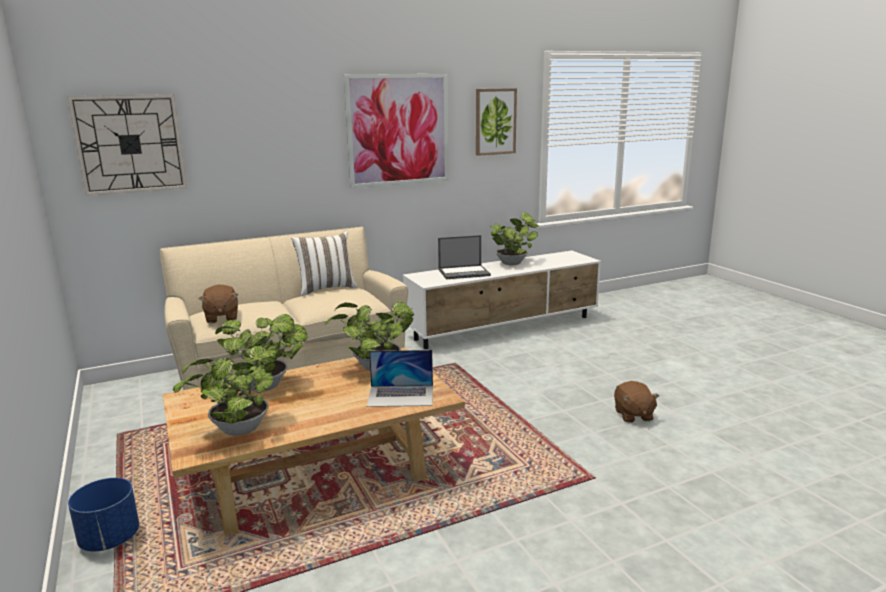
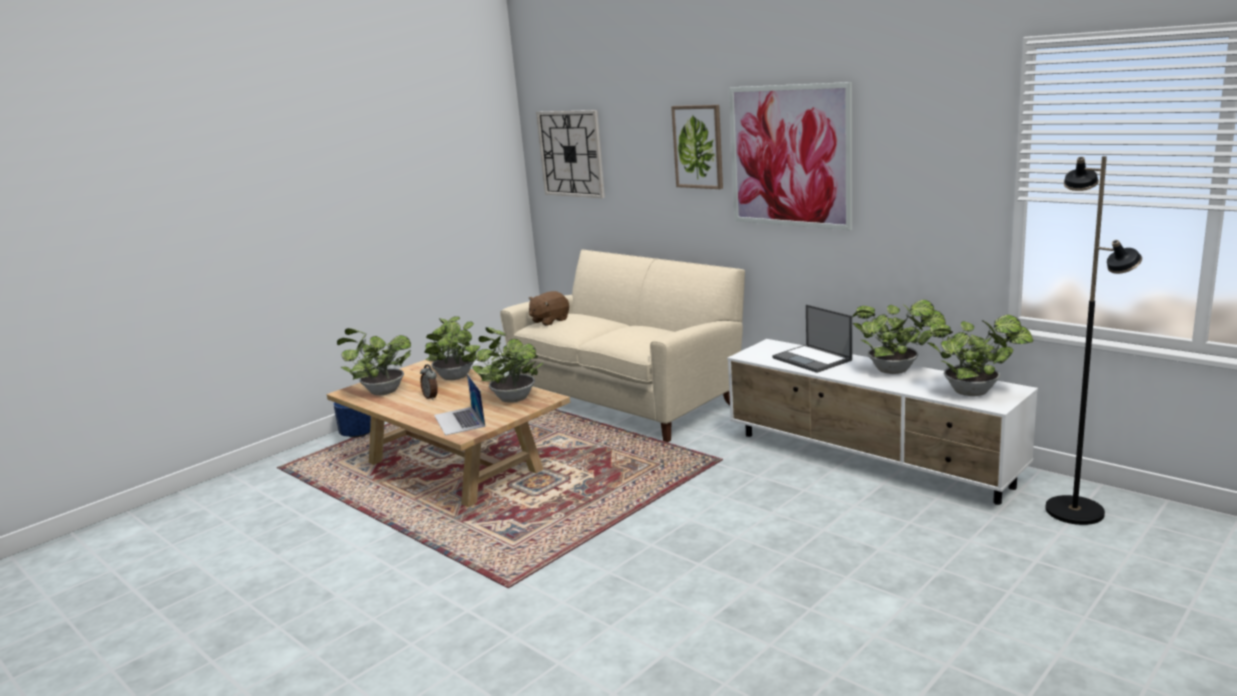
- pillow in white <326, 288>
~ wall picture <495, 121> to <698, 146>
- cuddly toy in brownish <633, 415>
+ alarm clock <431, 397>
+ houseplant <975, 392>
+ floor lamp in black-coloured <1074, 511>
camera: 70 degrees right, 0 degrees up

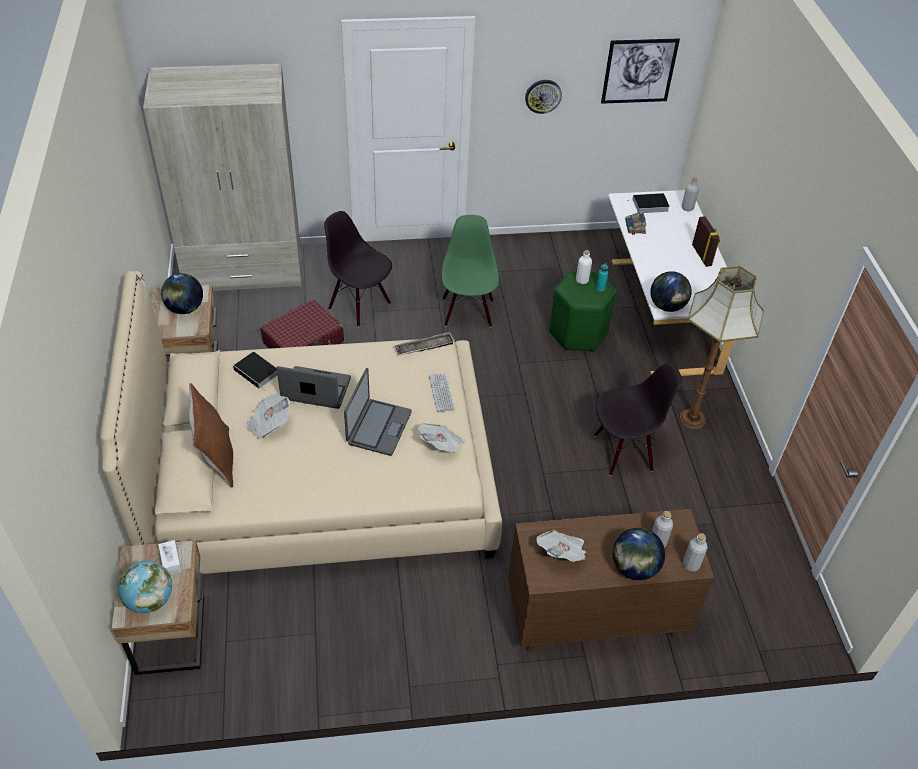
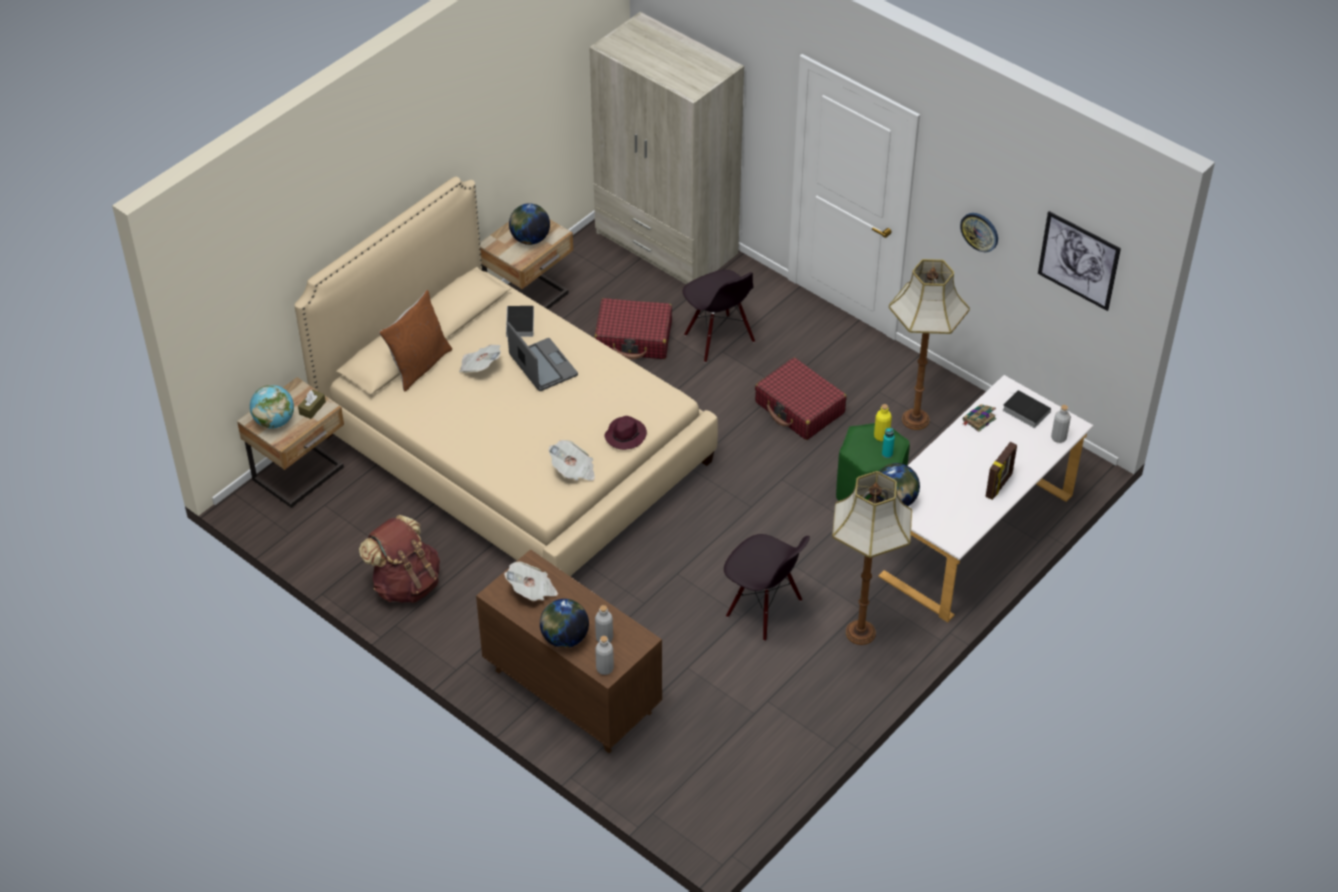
~ tissue holder in white <171, 561> to tissue holder in brownish <312, 408>
~ upright chair in black-coloured <360, 305> = <718, 339> 150 degrees clockwise
- portable computer <378, 427>
- tray <424, 347>
~ computer keyboard <441, 393> to clothing hat in purple <625, 435>
~ upright chair in greenish <468, 312> to suitcase in reddish <799, 408>
~ bottle in white <582, 280> to bottle in yellow-coloured <881, 436>
+ backpack in brownish <405, 584>
+ floor lamp <916, 419>
camera: 50 degrees right, 0 degrees up

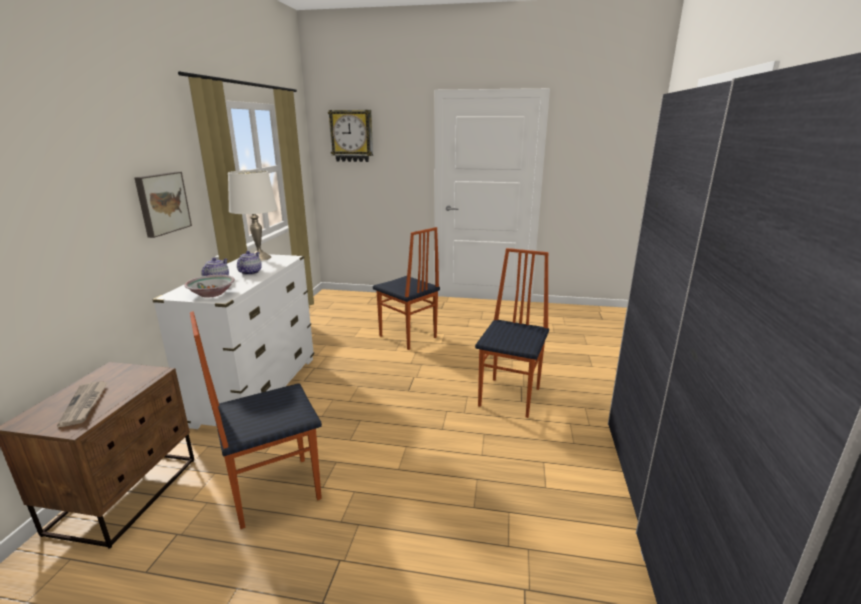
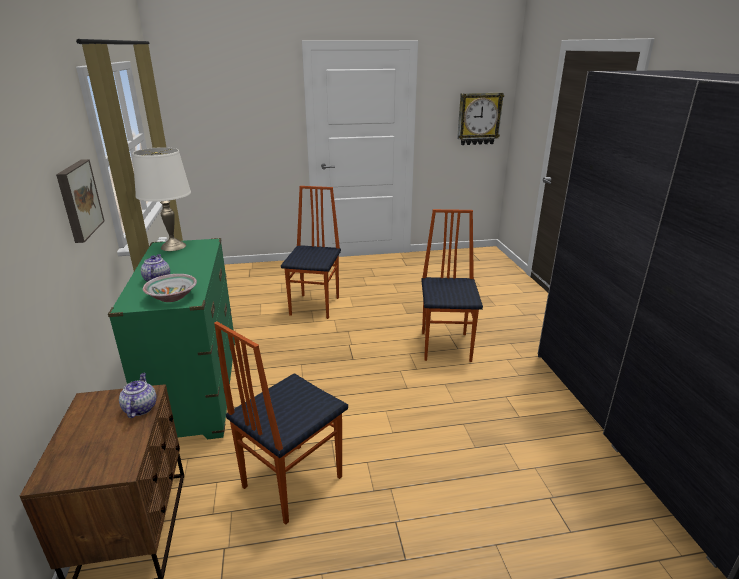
- newspaper <85, 404>
~ drawer chest in white <257, 390> to drawer chest in greenish <196, 390>
~ pot for tea <250, 272> to <140, 408>
~ hanging clock <351, 136> to <478, 119>
~ upright chair <407, 337> = <316, 306> 105 degrees counterclockwise
camera: 20 degrees left, 5 degrees up

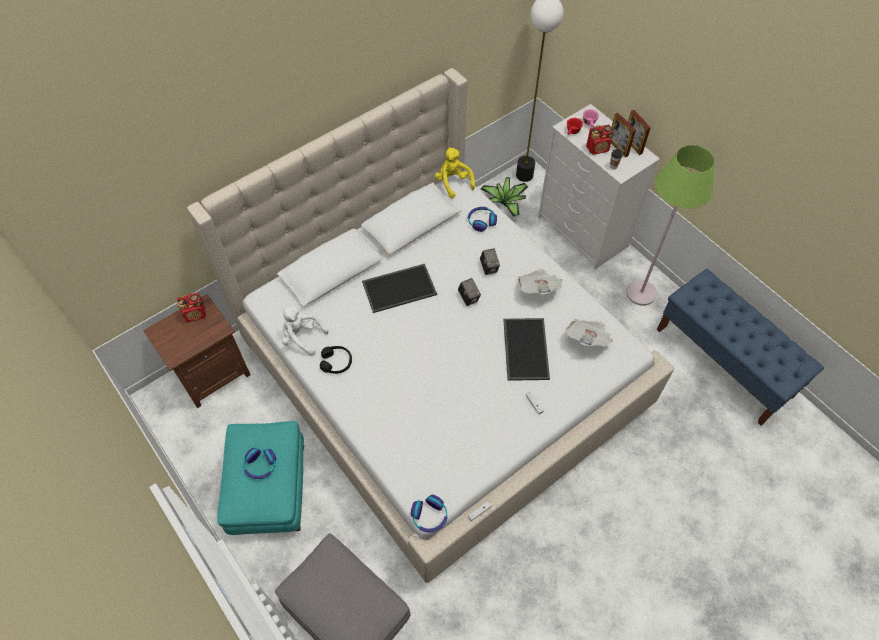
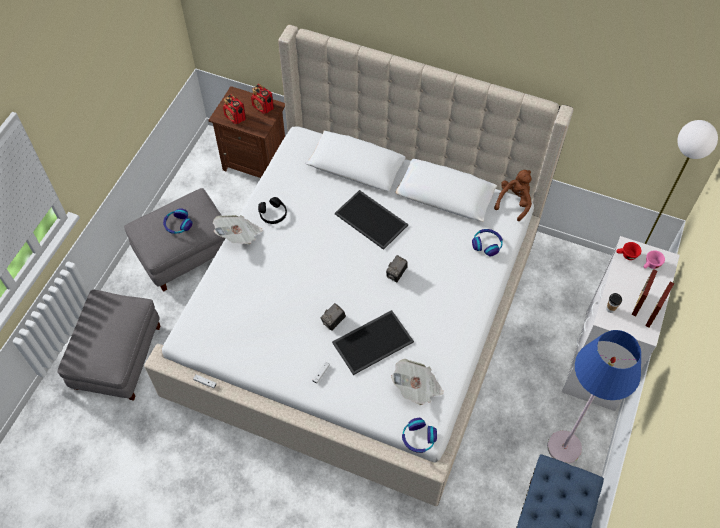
~ footrest in turquoise-coloured <268, 488> to footrest in gray <185, 252>
- cuddly toy in white <302, 337>
~ headphones <429, 516> to <418, 438>
~ cuddly toy in yellow-coloured <453, 182> to cuddly toy in brownish <514, 202>
- houseplant <505, 202>
~ photo camera <489, 268> to <333, 322>
~ newspaper <538, 288> to <239, 236>
~ radio <598, 149> to <235, 117>
~ floor lamp in greenish <641, 293> to floor lamp in bluish <564, 447>
camera: 60 degrees right, 0 degrees up

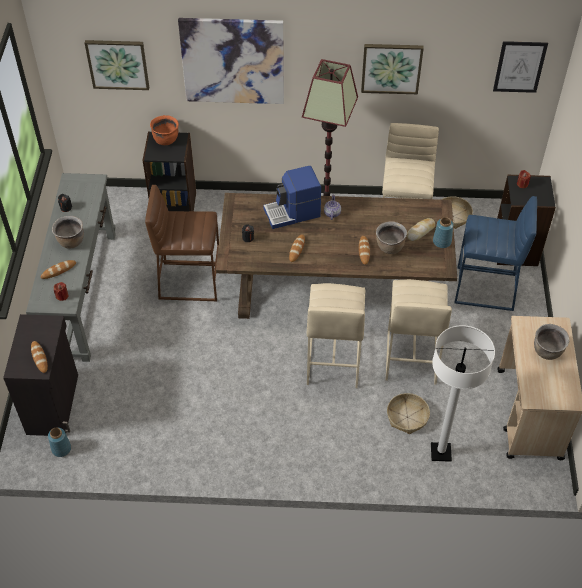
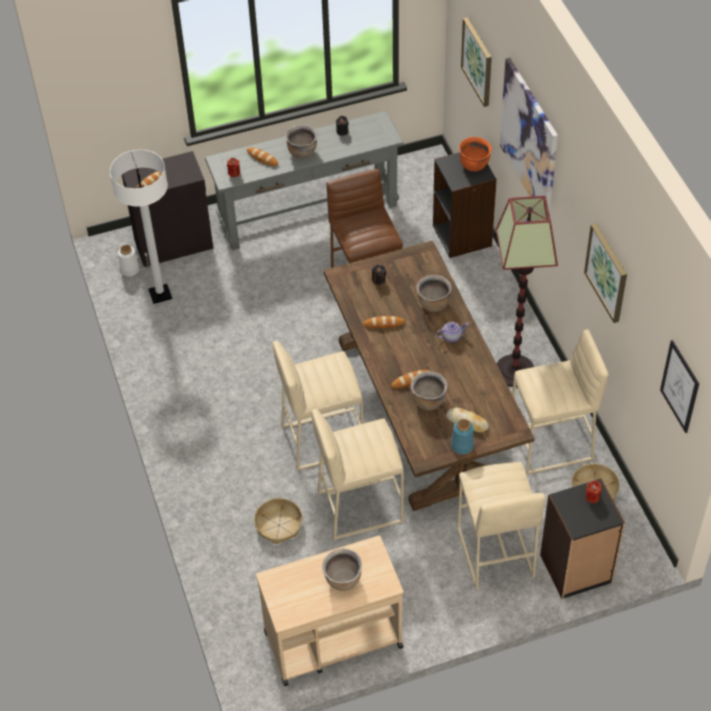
~ vase in bluish <61, 449> to vase in white <129, 270>
~ coffee machine <292, 213> to saucepot in brownish <433, 304>
~ floor lamp in white <440, 452> to <160, 294>
~ sitting stool in bluish <485, 289> to sitting stool in sand-coloured <494, 552>
camera: 70 degrees right, 0 degrees up

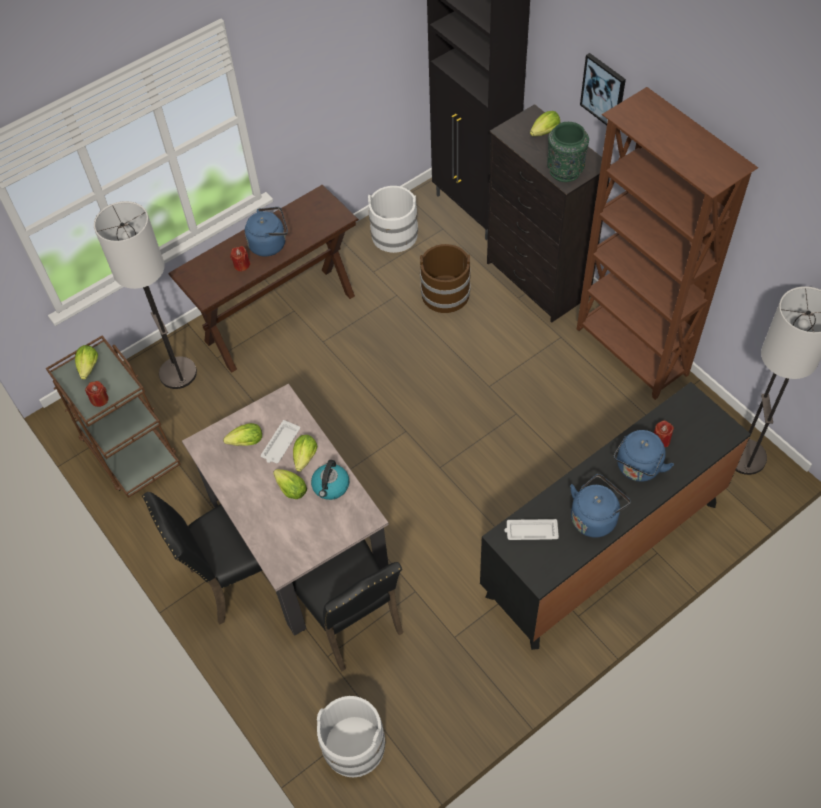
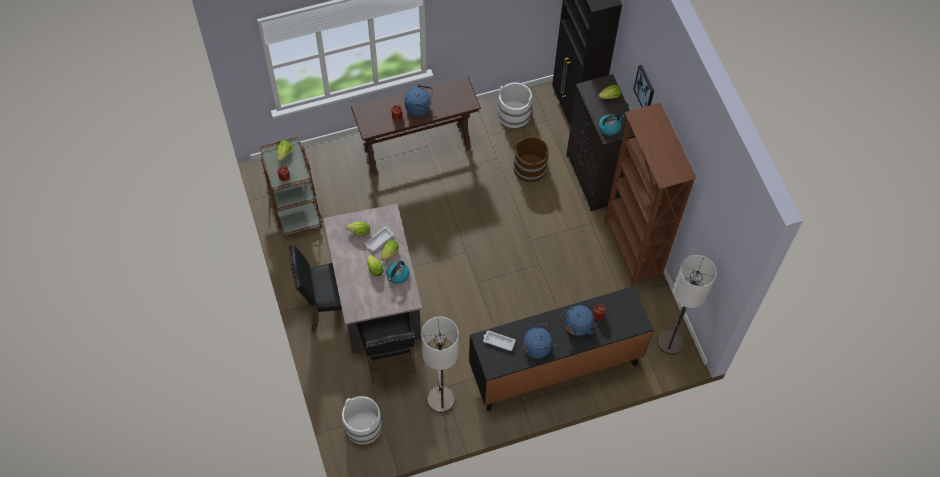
~ floor lamp <178, 373> to <441, 399>
~ vase in greenish <565, 170> to tea kettle <609, 127>
camera: 15 degrees right, 5 degrees up

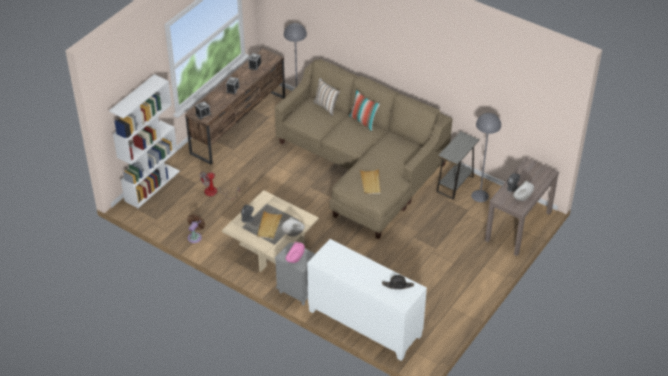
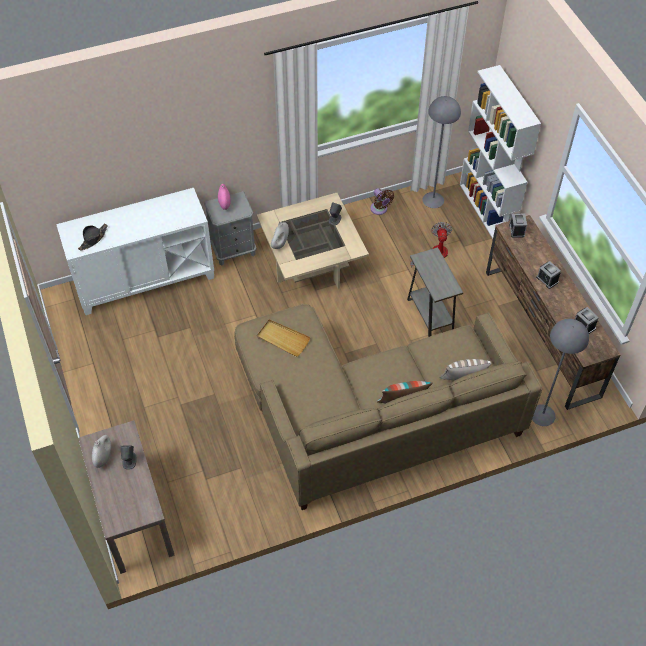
- tray in sand-coloured <269, 226>
~ end table in gray <455, 184> to <430, 316>
~ floor lamp in gray <480, 196> to <433, 200>
camera: 125 degrees right, 10 degrees up

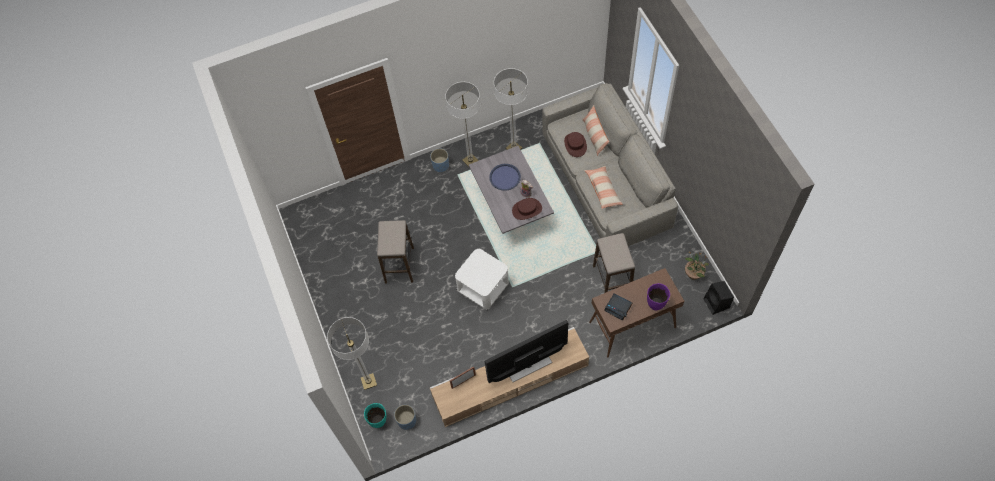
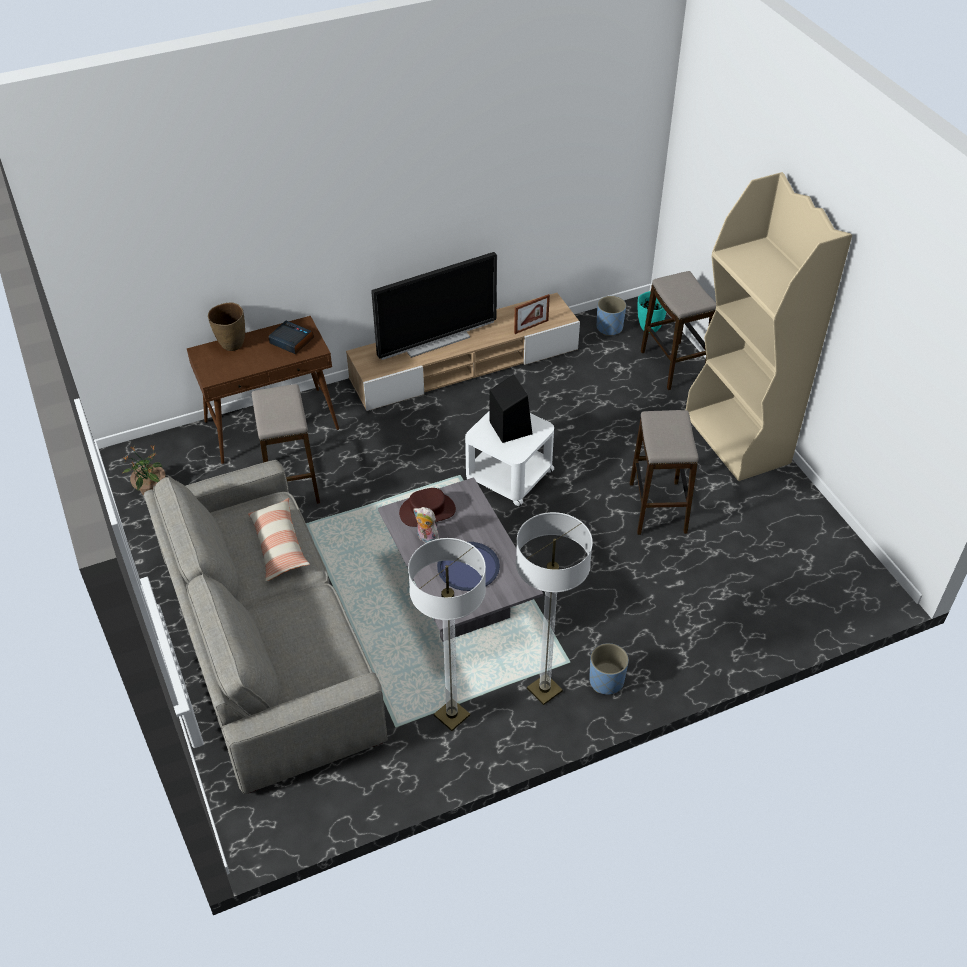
~ floor lamp <368, 381> to sitting stool <673, 366>
- clothing hat in brownish <575, 145>
- pillow <594, 136>
~ vase in purple <655, 304> to vase in brownish <232, 345>
~ audio speaker in black-coloured <717, 303> to <509, 427>
+ bookcase in sand-coloured <737, 439>
camera: 175 degrees right, 15 degrees down

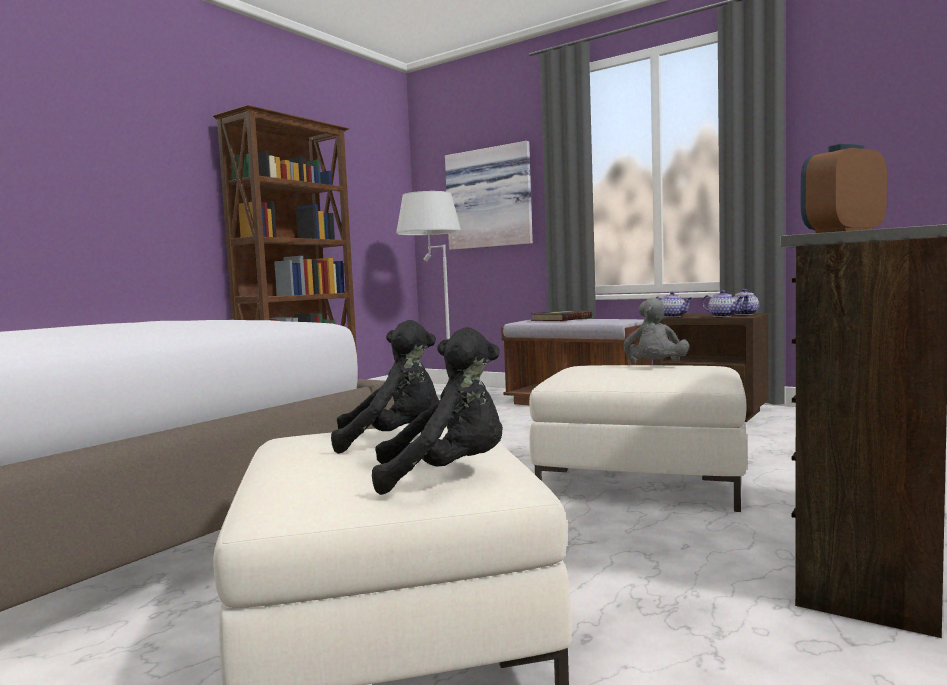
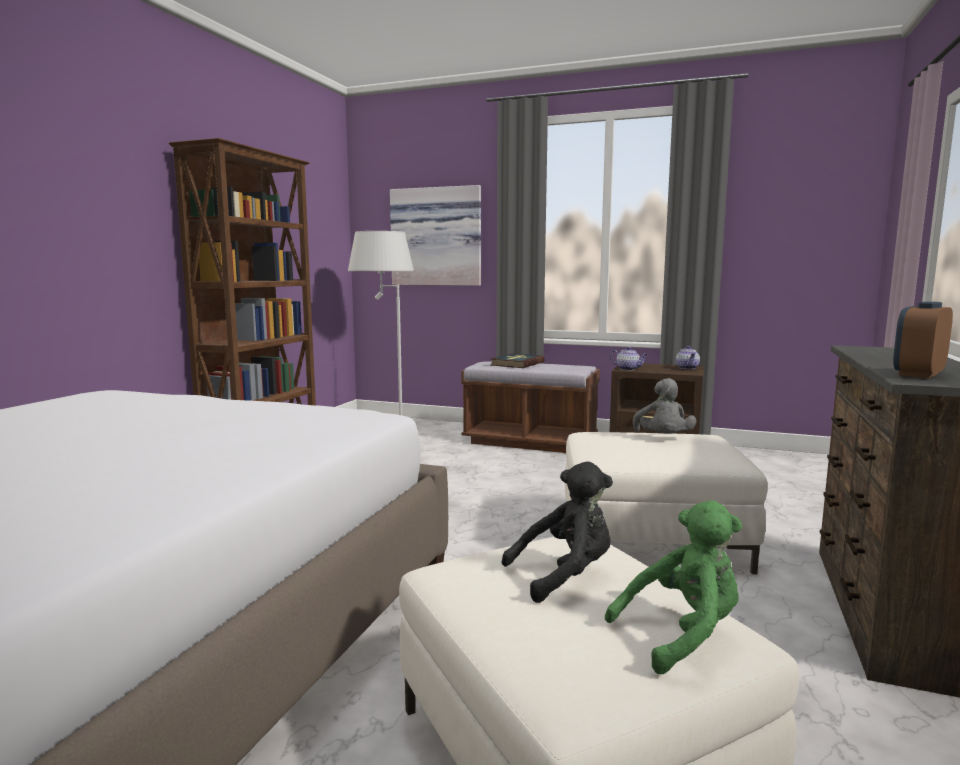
~ cuddly toy in black-coloured <446, 475> to cuddly toy in greenish <682, 635>
- pot for tea <723, 316>
camera: 15 degrees left, 5 degrees up

